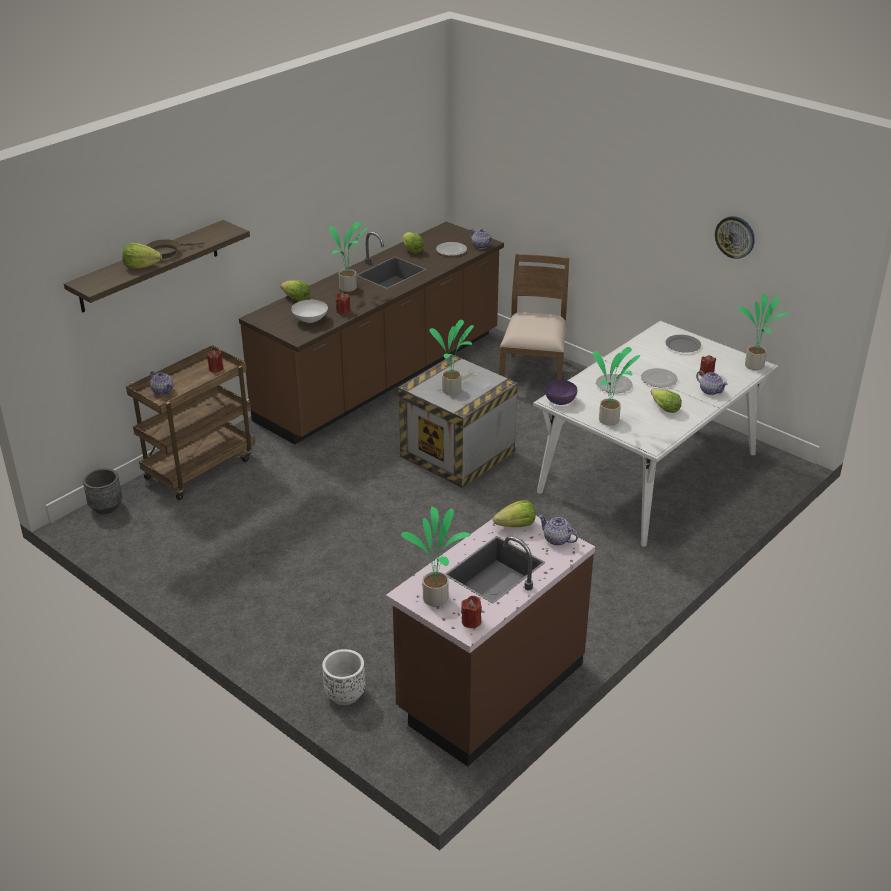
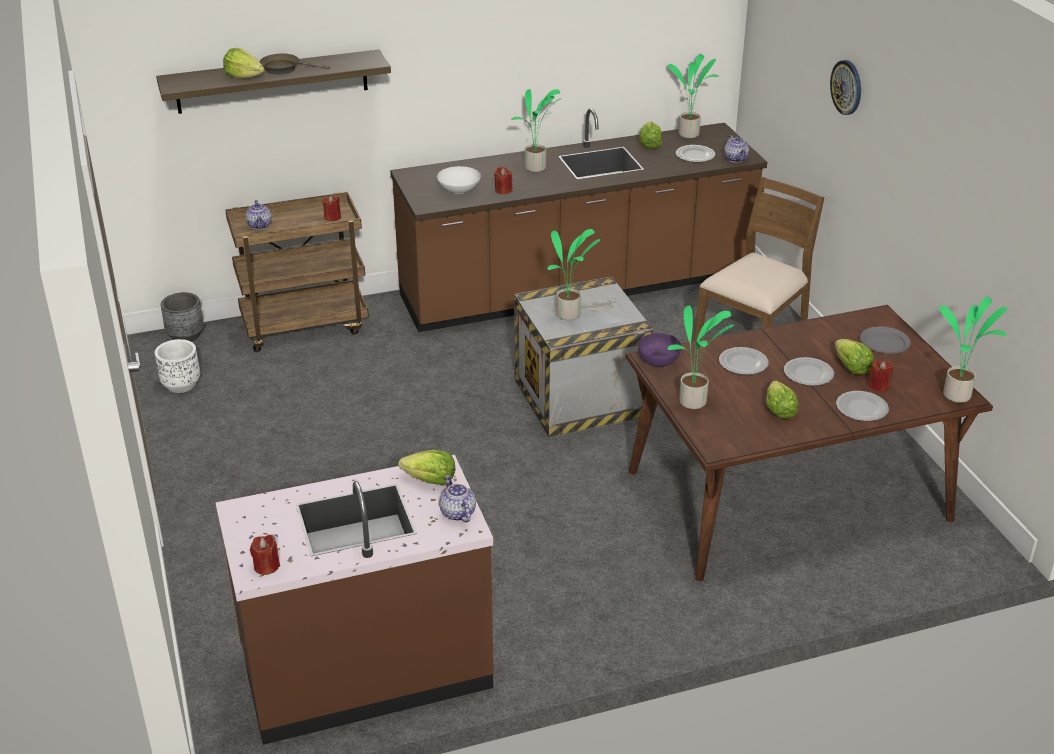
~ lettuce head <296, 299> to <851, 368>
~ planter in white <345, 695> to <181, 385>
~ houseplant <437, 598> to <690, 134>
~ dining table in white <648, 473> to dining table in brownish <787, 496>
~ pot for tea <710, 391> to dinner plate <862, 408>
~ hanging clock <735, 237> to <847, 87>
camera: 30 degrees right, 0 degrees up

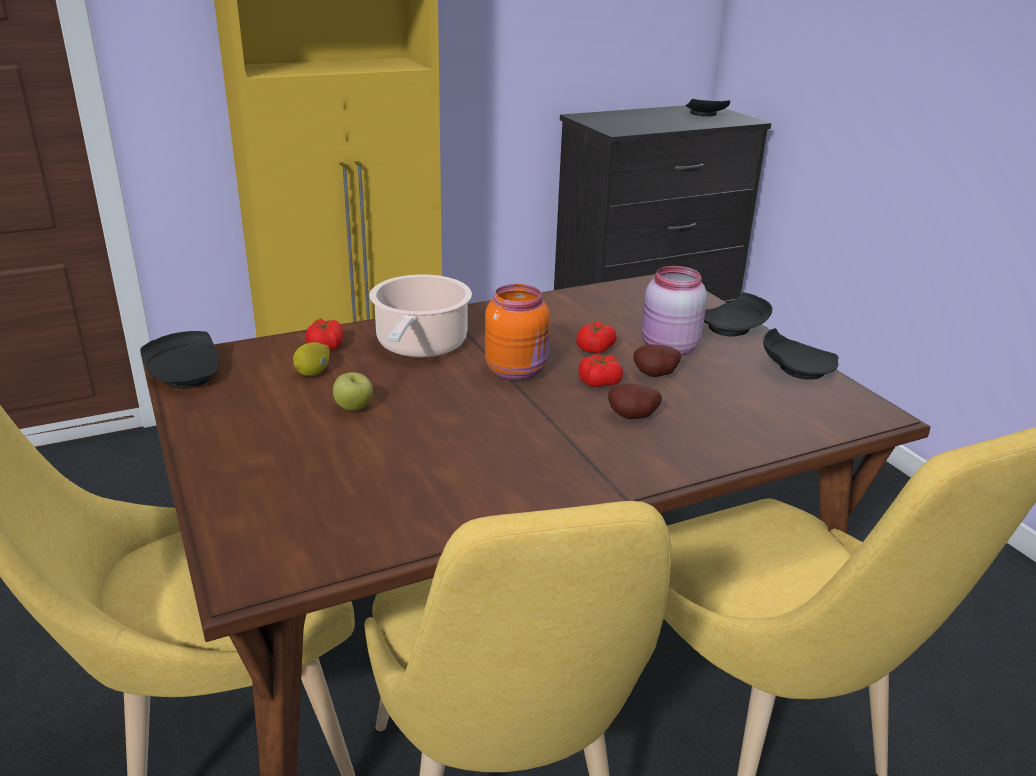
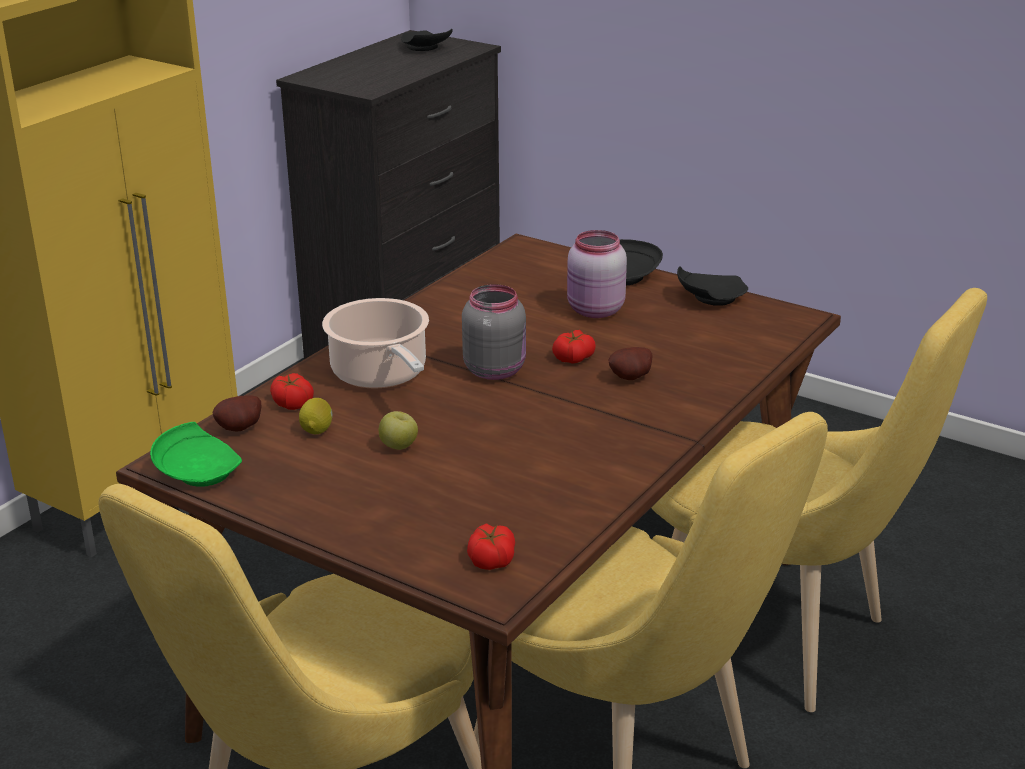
~ dinner plate in black-coloured <187, 375> to dinner plate in greenish <199, 471>
~ preserve jar in orange <517, 371> to preserve jar in gray <495, 370>
~ fresh tomato <595, 348> to <491, 559>
~ whole potato <656, 376> to <241, 429>
camera: 30 degrees left, 0 degrees up

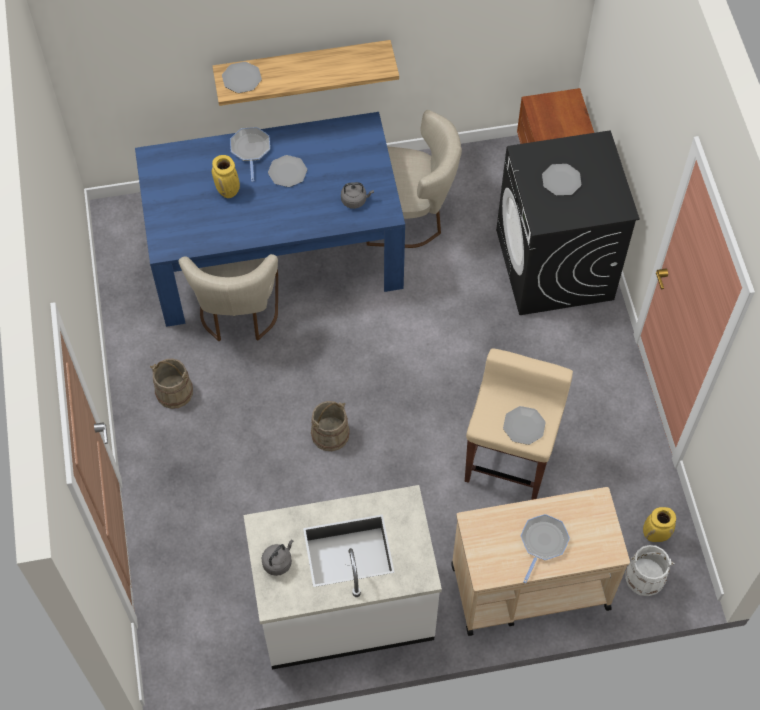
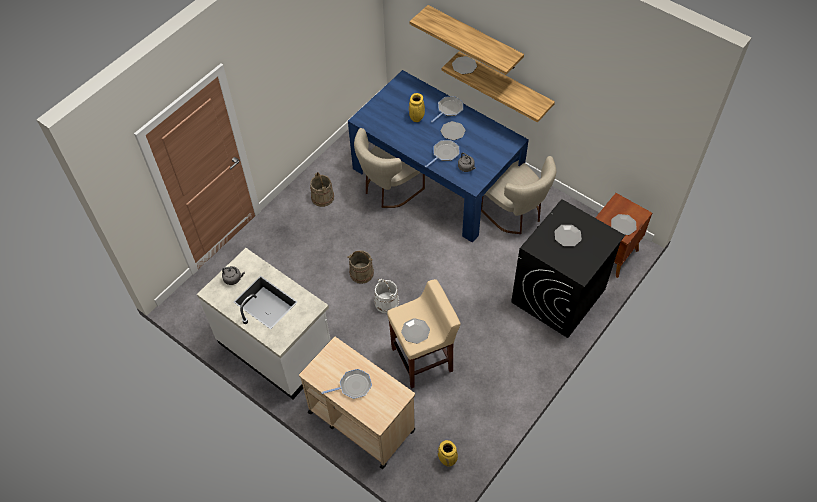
~ pail in white <645, 577> to <386, 303>
+ shelf <474, 38>
+ pan <444, 153>
+ dinner plate <623, 225>
camera: 50 degrees right, 5 degrees down

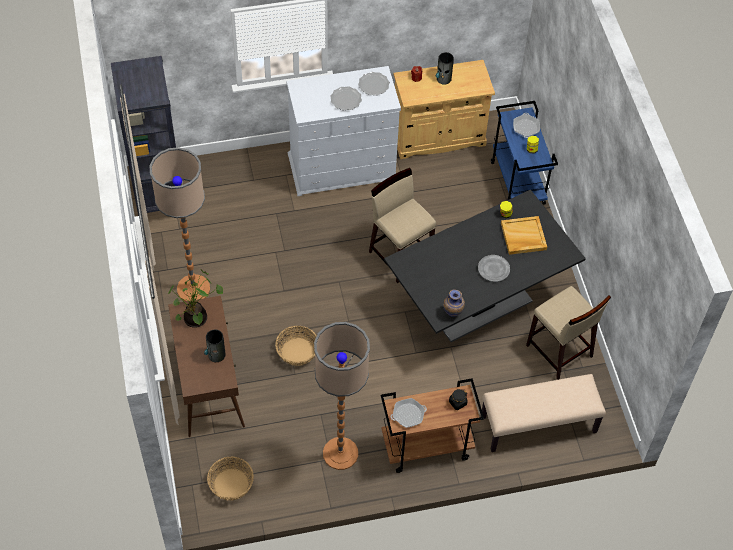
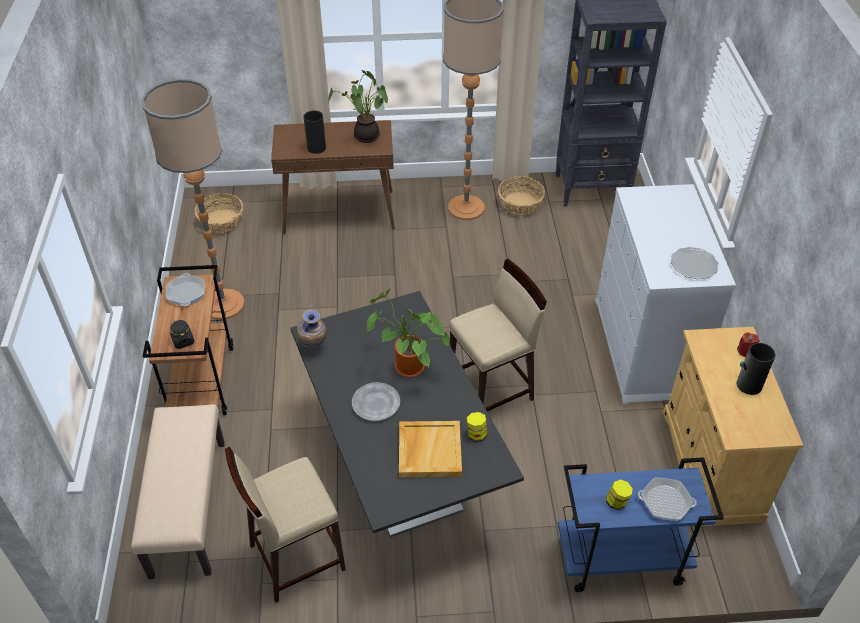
~ household basket <297, 352> to <519, 204>
- dinner plate <345, 99>
+ houseplant <406, 367>
camera: 100 degrees right, 10 degrees down

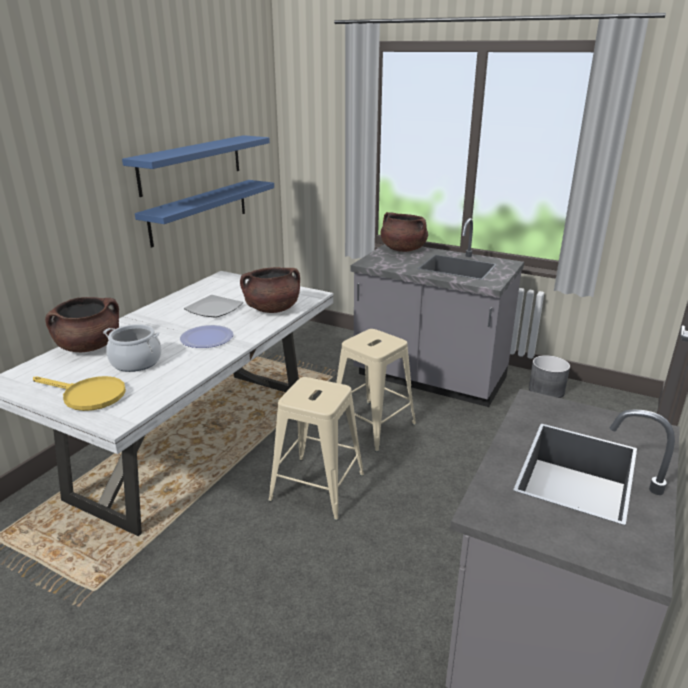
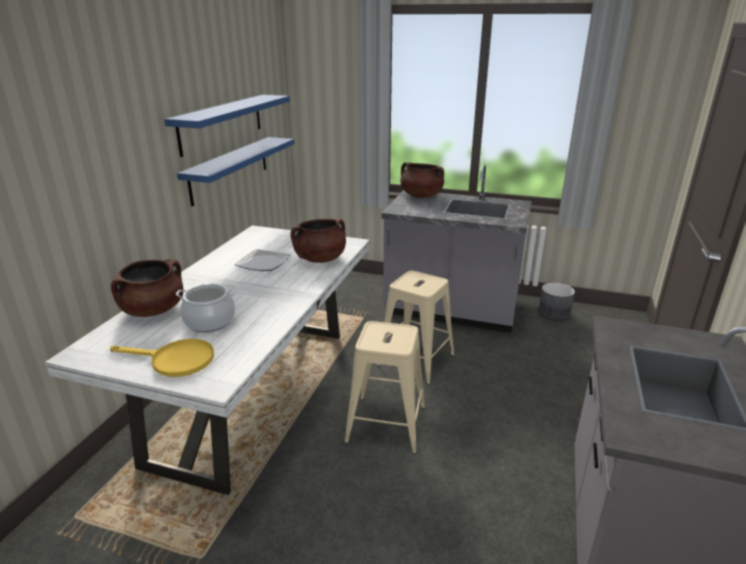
- dinner plate <207, 338>
camera: 10 degrees left, 0 degrees up

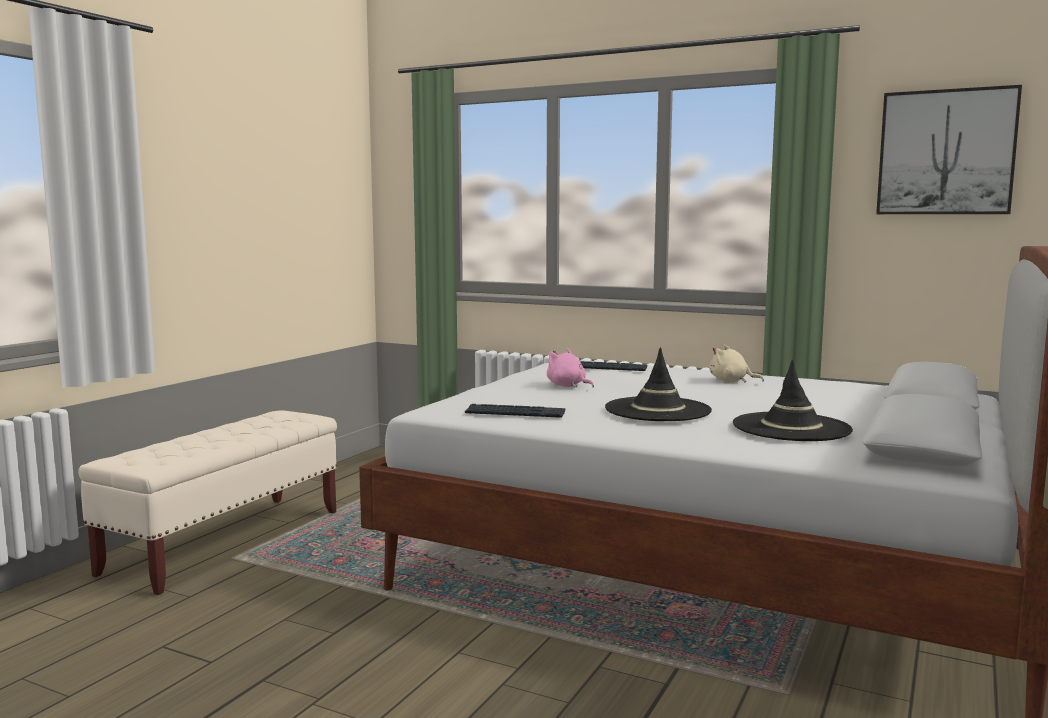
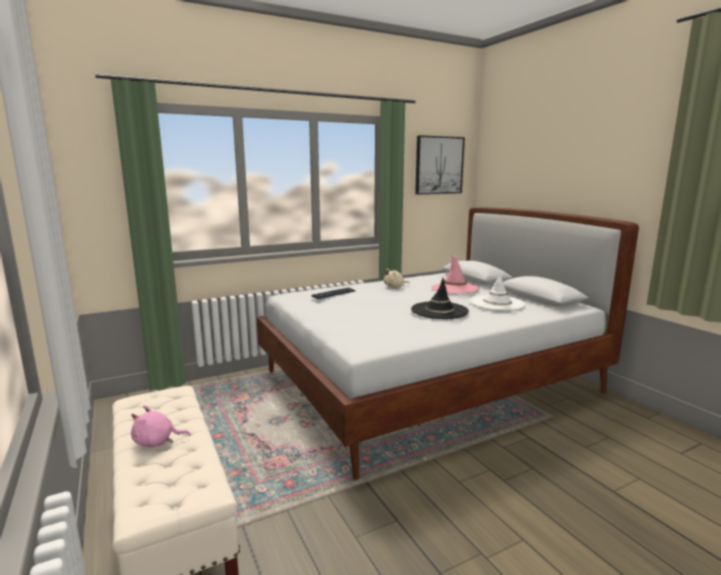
- computer keyboard <515, 413>
~ cuddly toy in pink-coloured <567, 386> to <157, 442>
~ clothing hat in black-coloured <791, 428> to clothing hat in white <497, 303>
+ clothing hat in pink-coloured <454, 288>
camera: 55 degrees left, 5 degrees up

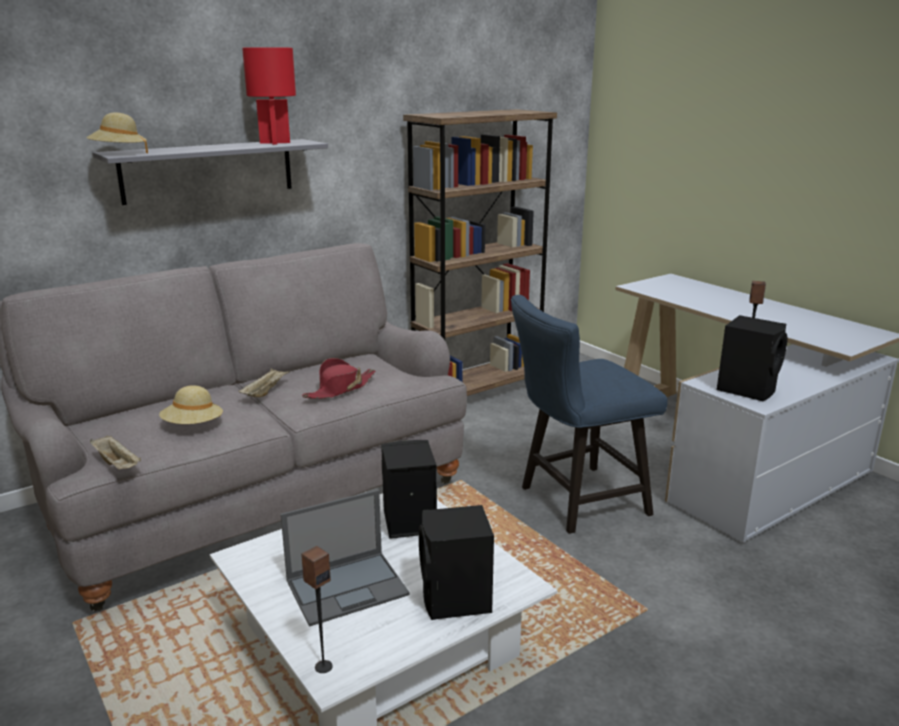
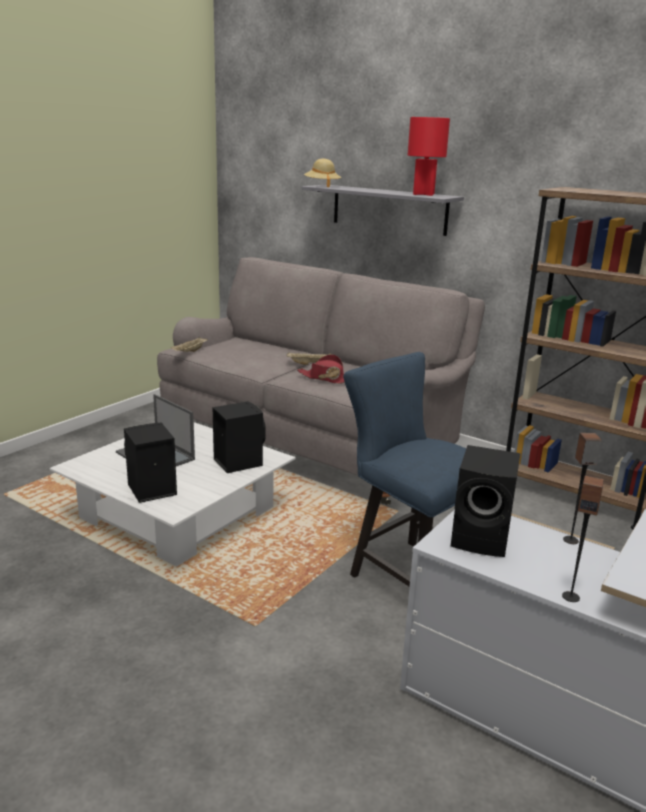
- clothing hat in sand-coloured <193, 426>
~ audio speaker <323, 666> to <571, 596>
camera: 70 degrees right, 0 degrees up

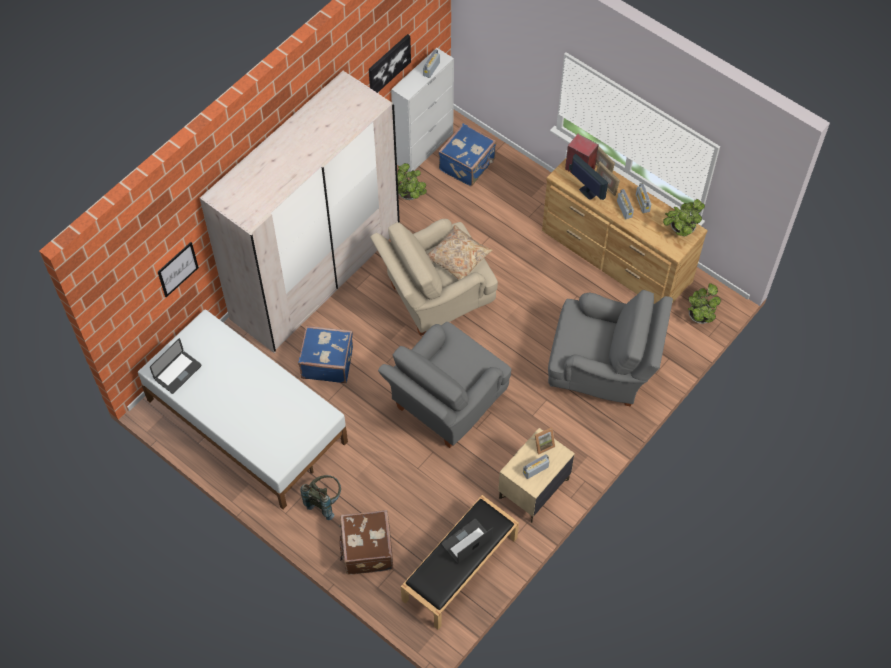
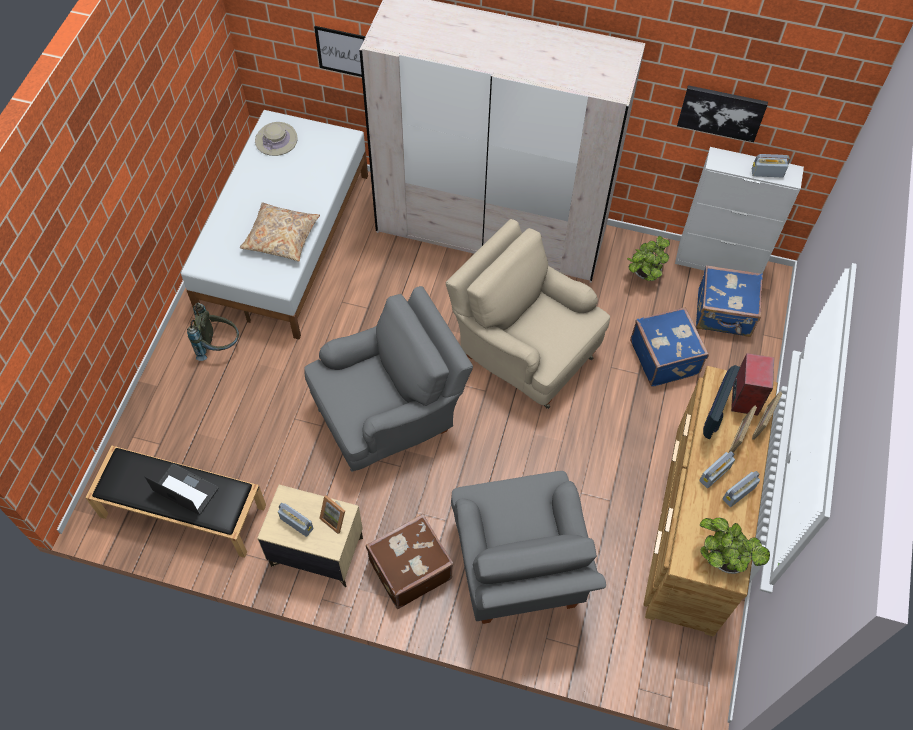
~ portable computer <178, 372> to clothing hat in sand-coloured <276, 140>
~ suitcase in bluish <327, 362> to <665, 357>
~ suitcase in brownish <366, 550> to <409, 569>
~ easy chair in gray <446, 404> = <389, 415> 135 degrees clockwise
~ pillow in sand-coloured <458, 257> to <281, 237>
- houseplant <700, 316>
camera: 65 degrees right, 0 degrees up

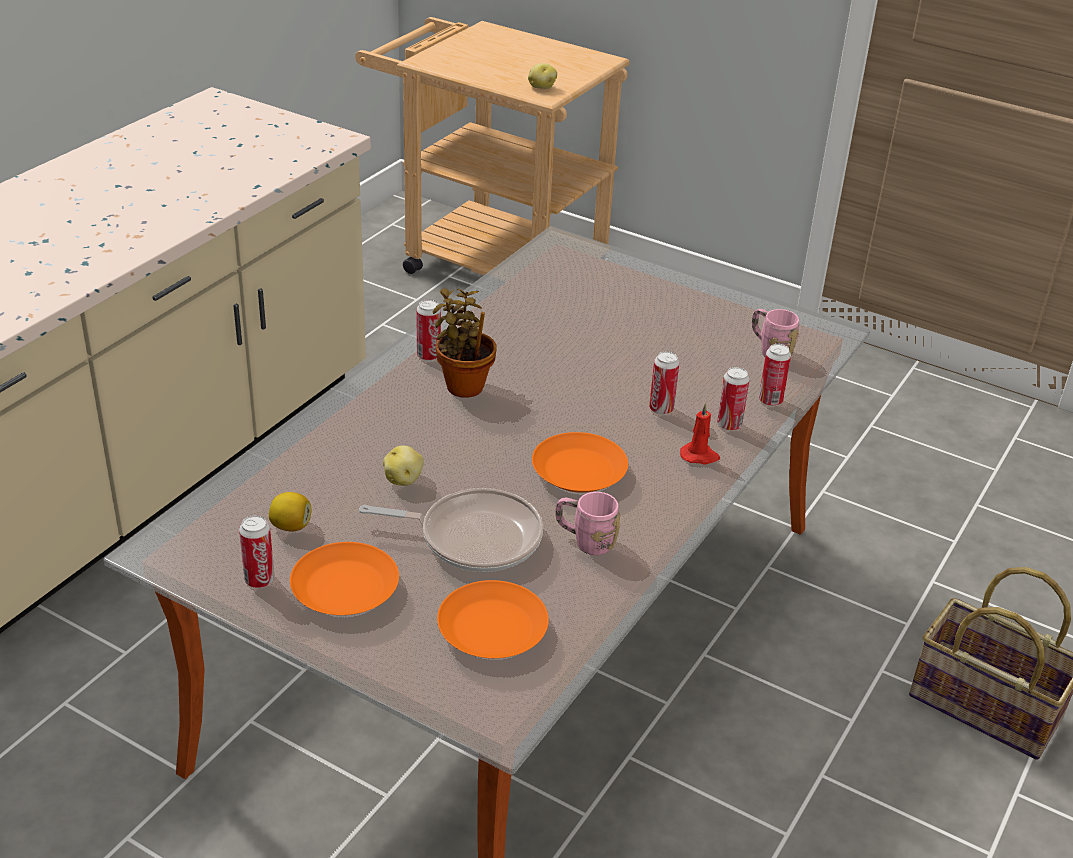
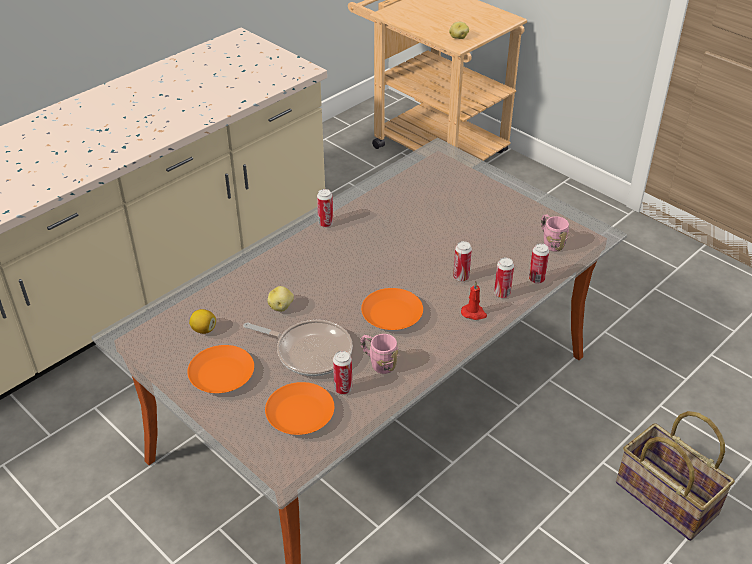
~ can <259, 580> to <343, 389>
- houseplant <463, 384>
camera: 15 degrees right, 5 degrees up

